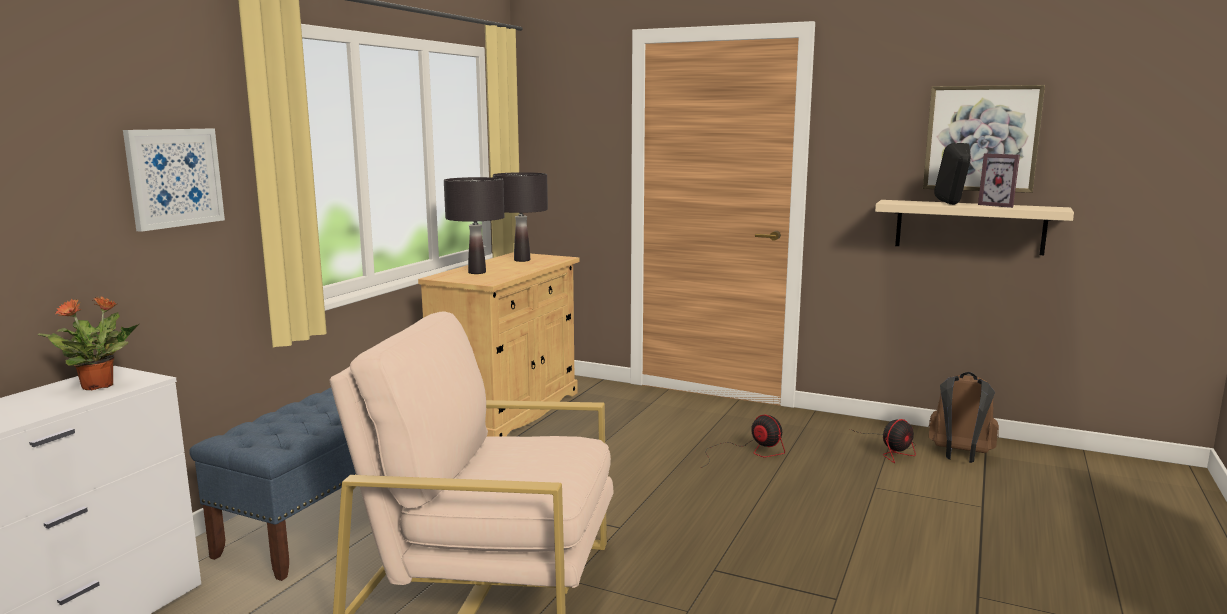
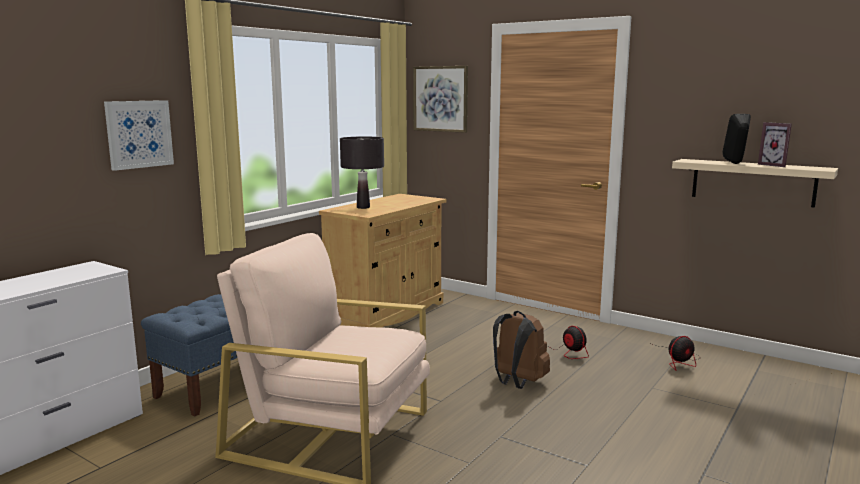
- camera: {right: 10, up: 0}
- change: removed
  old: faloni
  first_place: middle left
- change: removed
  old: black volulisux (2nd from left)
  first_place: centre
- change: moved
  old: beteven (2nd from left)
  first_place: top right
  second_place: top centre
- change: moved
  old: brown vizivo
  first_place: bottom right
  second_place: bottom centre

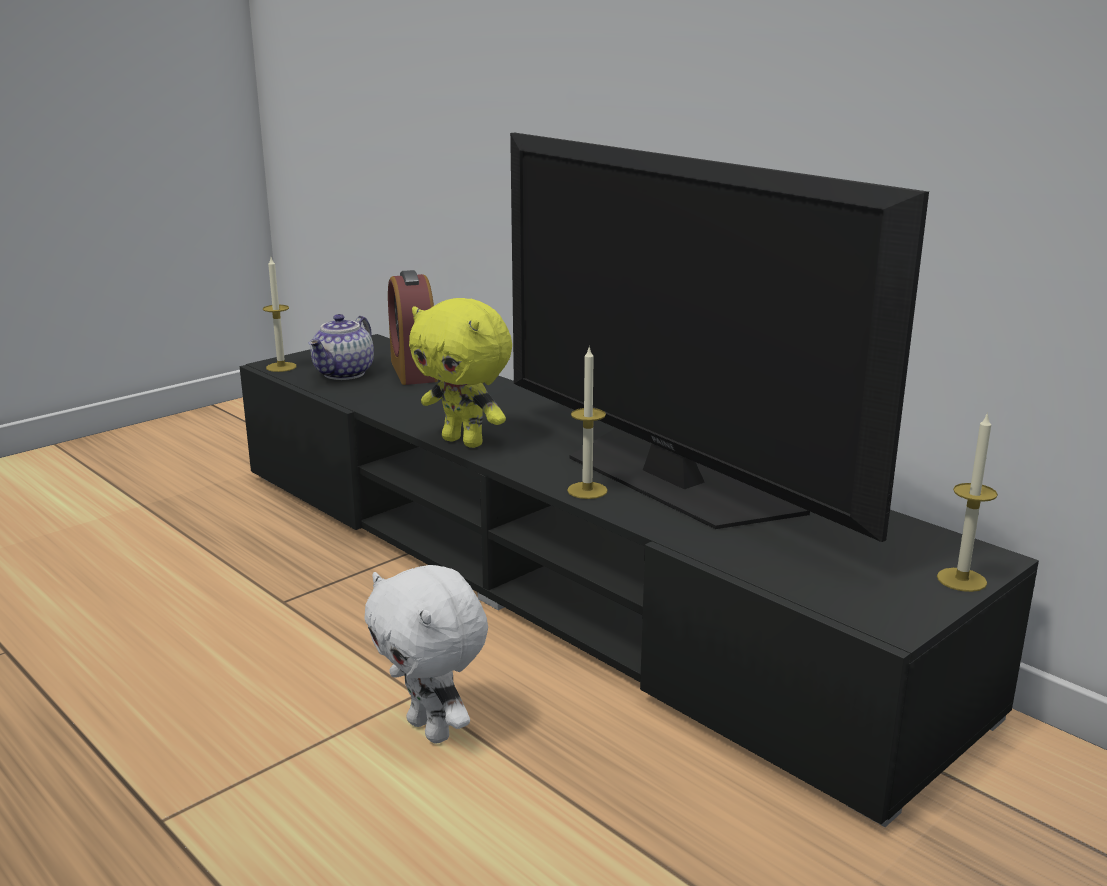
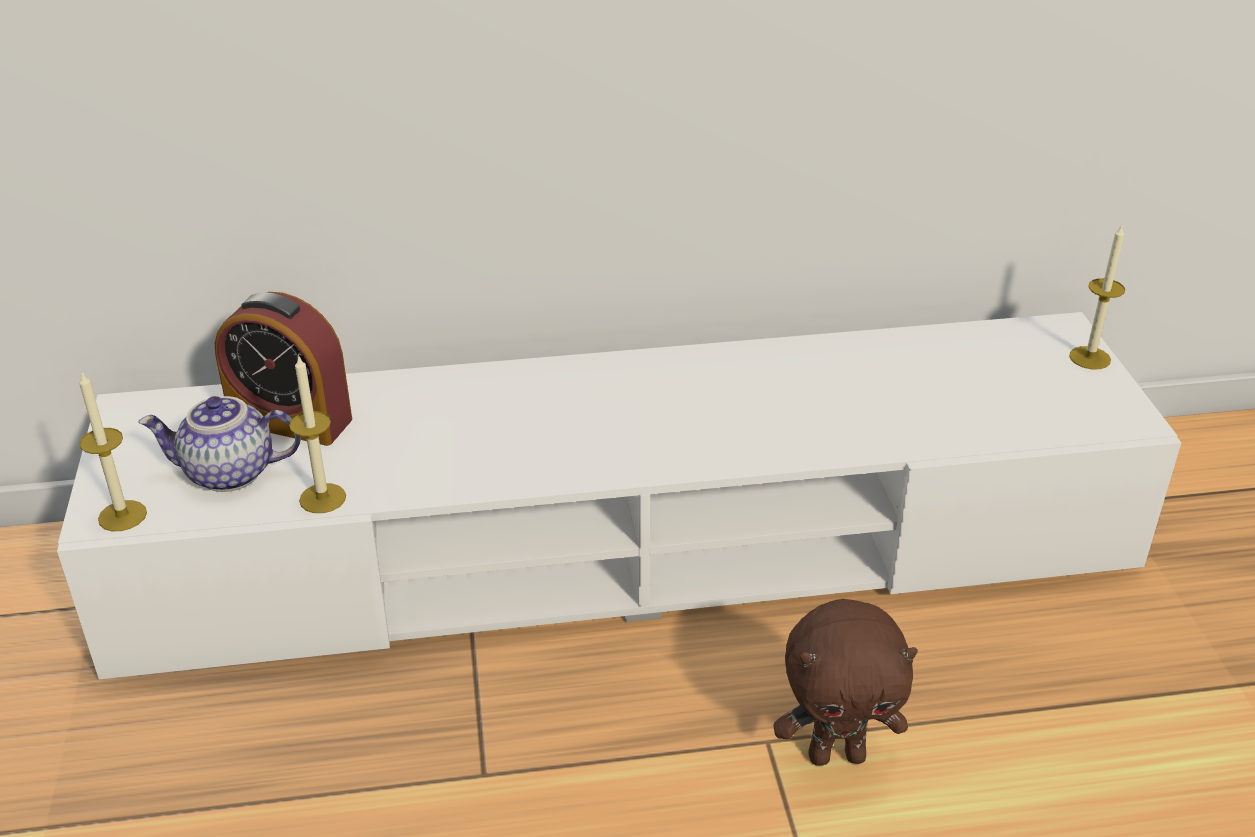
- camera: {right: -55, up: 15}
- change: removed
  old: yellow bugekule
  first_place: centre
- change: removed
  old: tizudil
  first_place: centre
- change: moved
  old: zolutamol (2nd from left)
  first_place: centre
  second_place: middle left
- change: recoloured
  old: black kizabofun
  new: white kizabofun
  first_place: centre
  second_place: centre
- change: recoloured
  old: white bugekule
  new: brown bugekule
  first_place: bottom centre
  second_place: bottom right
- change: turned
  old: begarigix
  first_place: middle left
  second_place: middle left
  degrees: 120

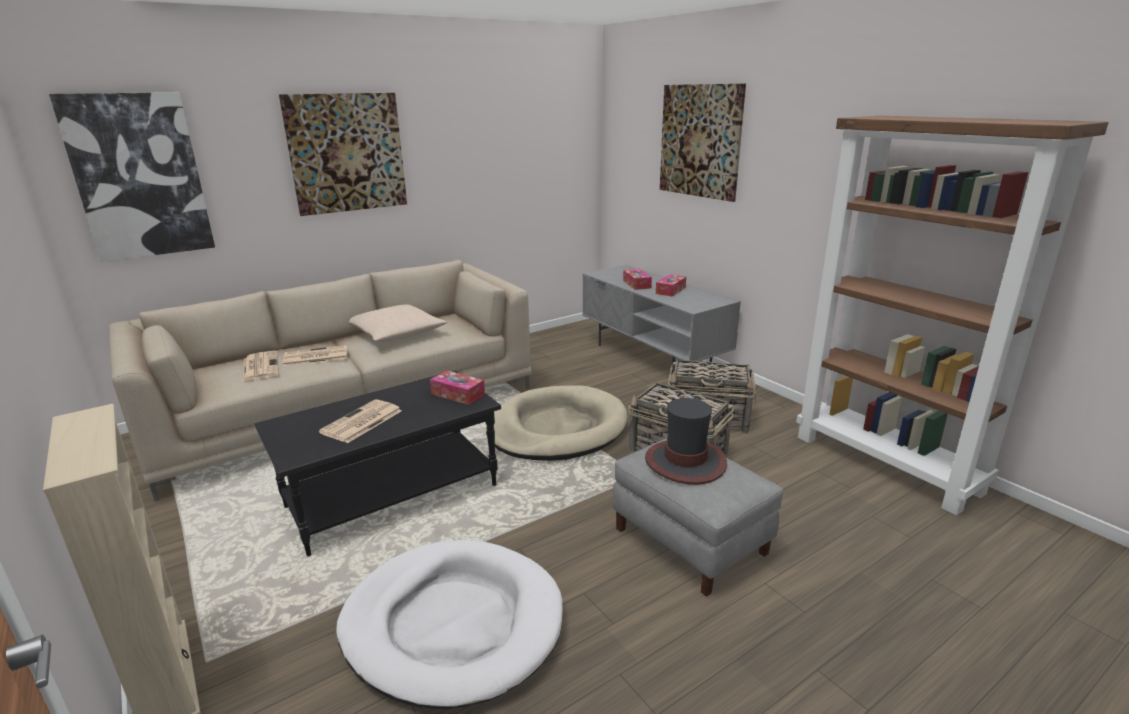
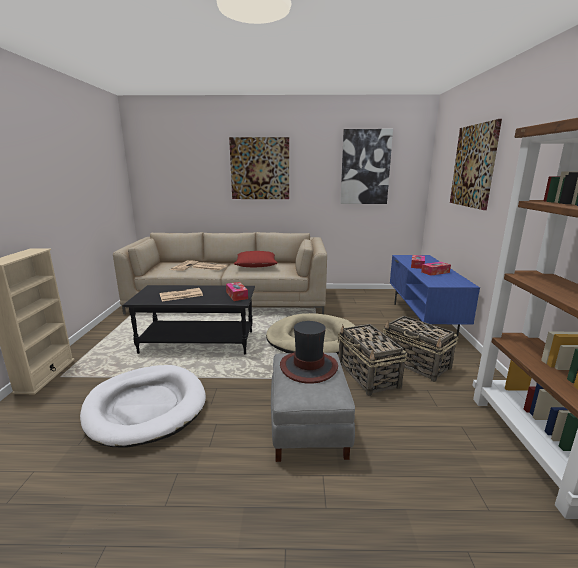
- camera: {right: 35, up: -5}
- change: moved
  old: beteven (1st from left in the first image)
  new: beteven (2nd from left)
  first_place: top left
  second_place: top centre
- change: recoloured
  old: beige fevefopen
  new: red fevefopen
  first_place: centre
  second_place: centre
- change: recoloured
  old: grey kizabofun
  new: blue kizabofun
  first_place: centre
  second_place: middle right

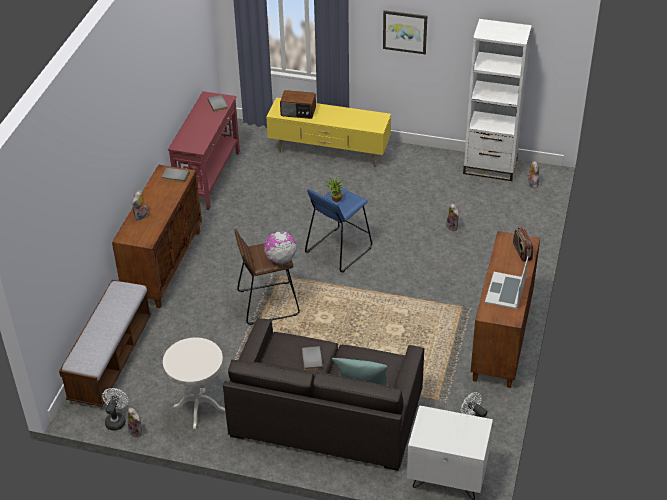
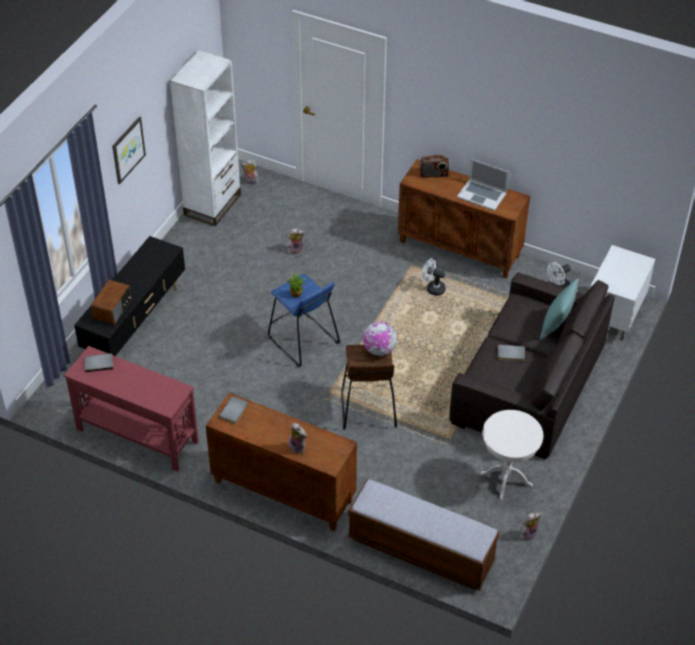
- camera: {right: -80, up: 5}
- change: moved
  old: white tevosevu (1st from left)
  first_place: bottom left
  second_place: centre
- change: recoloured
  old: yellow kizabofun
  new: black kizabofun
  first_place: top centre
  second_place: middle left

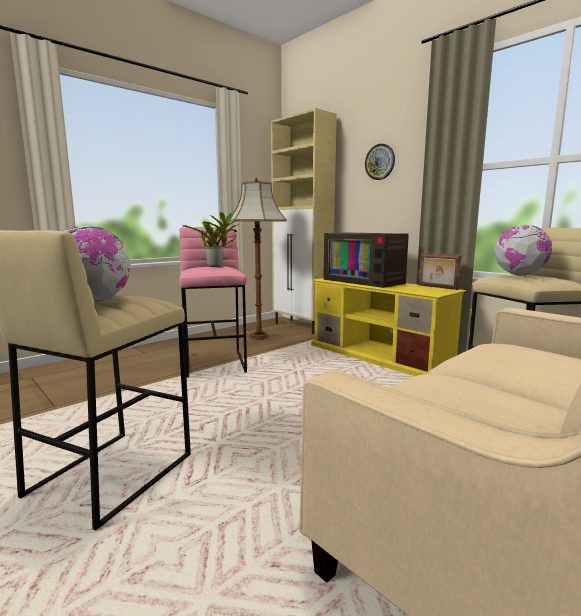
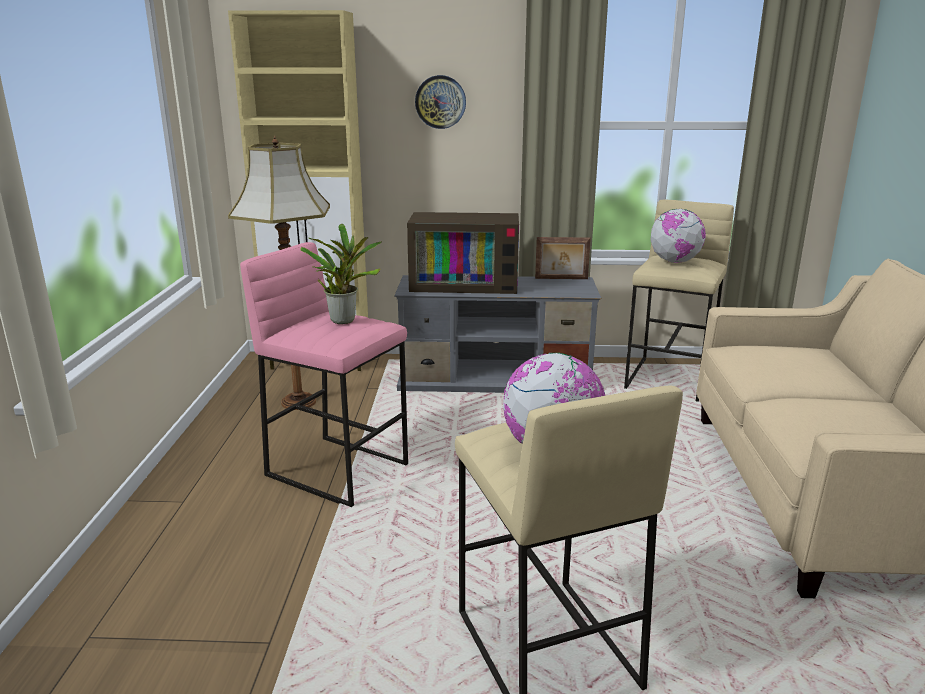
- camera: {right: -45, up: 10}
- change: recoloured
  old: yellow kizabofun
  new: grey kizabofun
  first_place: middle right
  second_place: centre

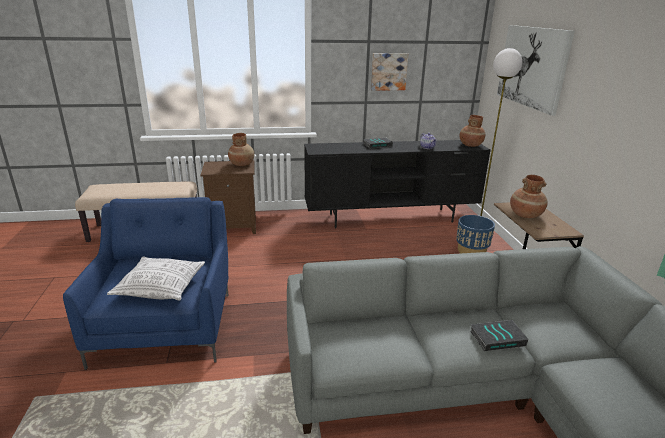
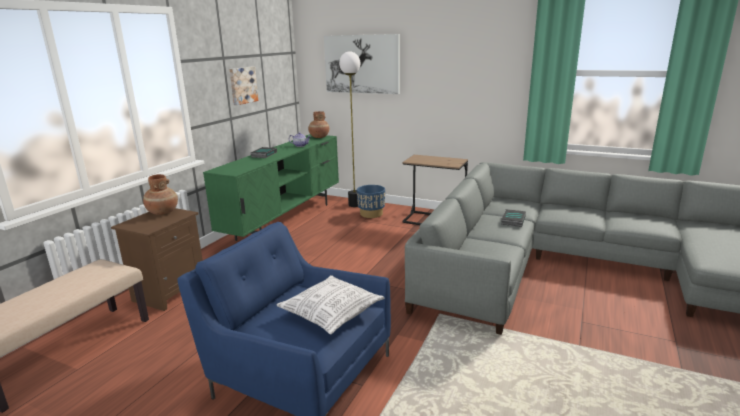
- camera: {right: -55, up: -5}
- change: removed
  old: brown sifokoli (3rd from left)
  first_place: middle right
- change: recoloured
  old: black kizabofun
  new: green kizabofun
  first_place: centre
  second_place: centre

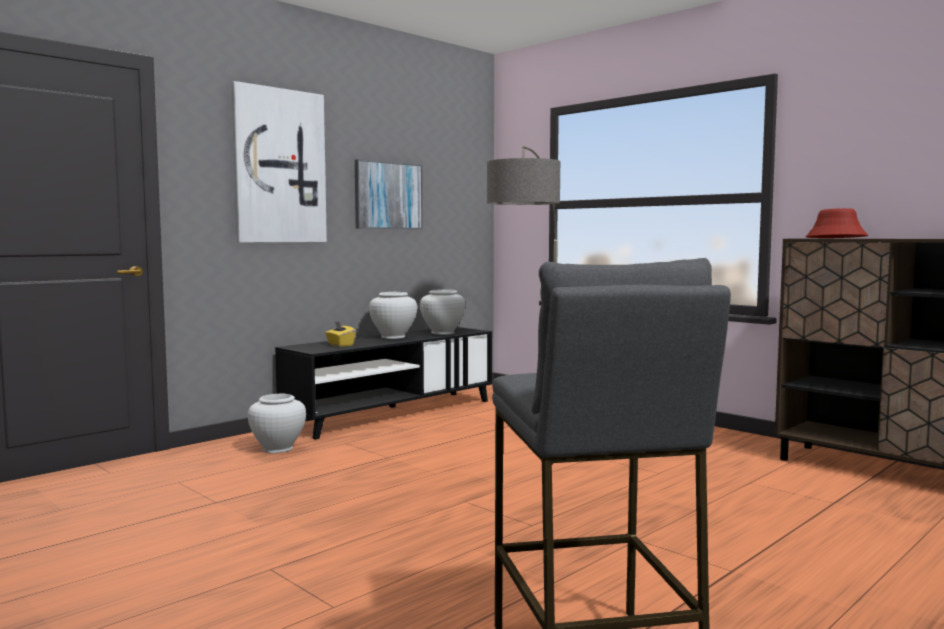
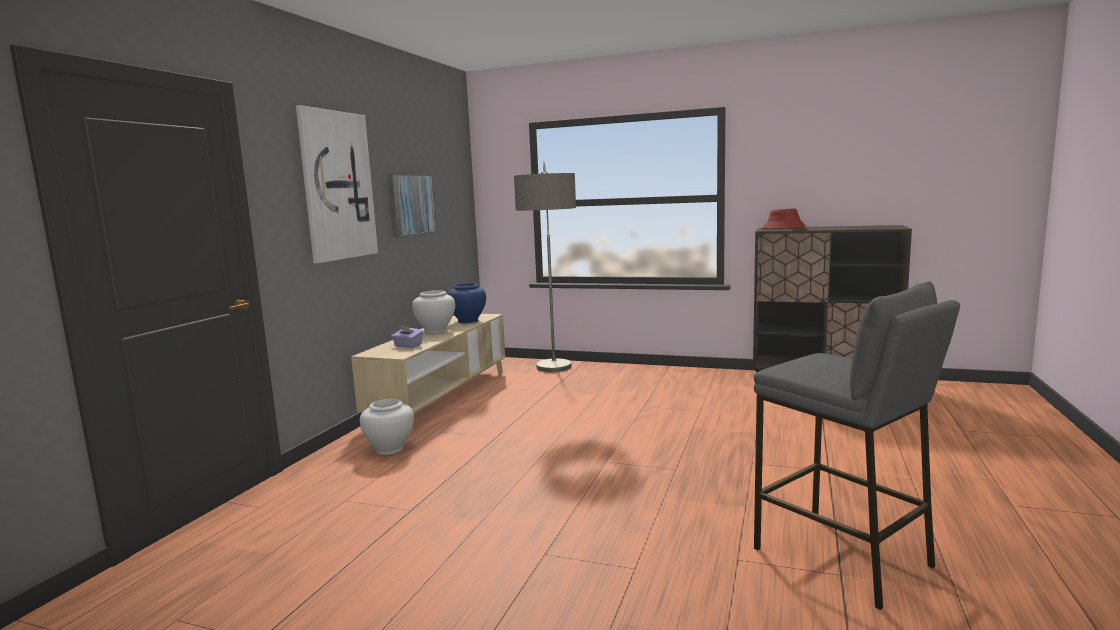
- camera: {right: -25, up: 5}
- change: recoloured
  old: black kizabofun
  new: beige kizabofun
  first_place: centre
  second_place: centre
- change: recoloured
  old: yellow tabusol
  new: purple tabusol
  first_place: centre
  second_place: centre
- change: recoloured
  old: white sifokoli (3rd from left)
  new: blue sifokoli
  first_place: centre
  second_place: centre

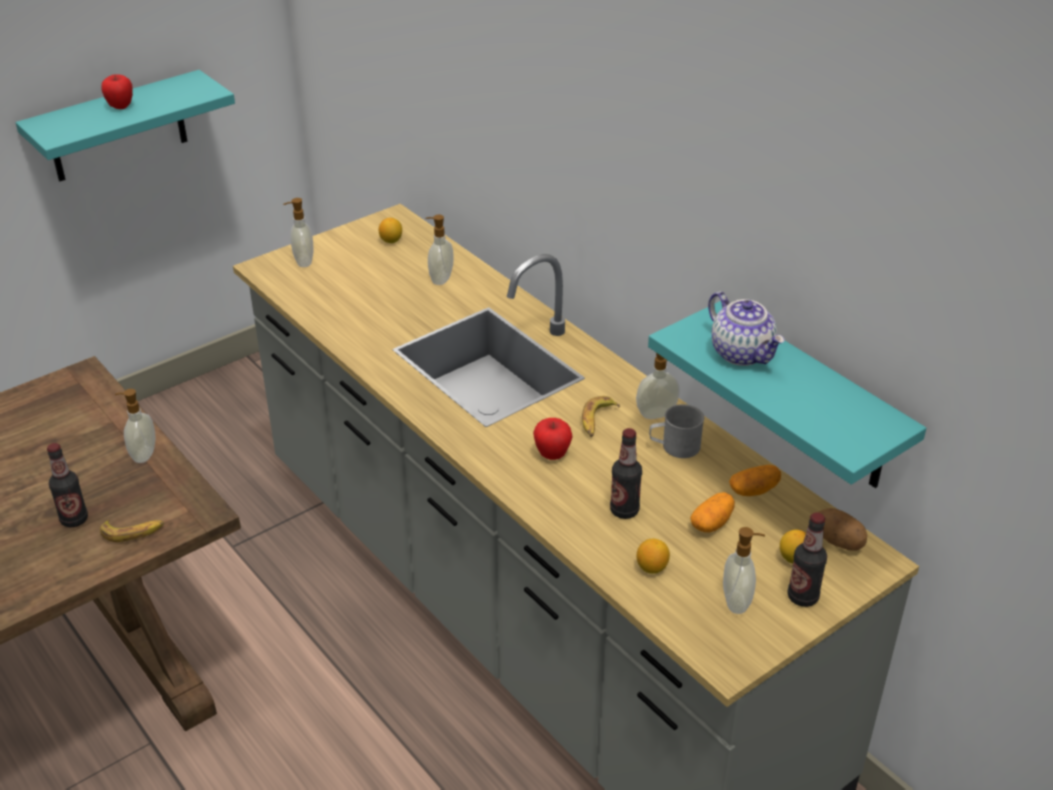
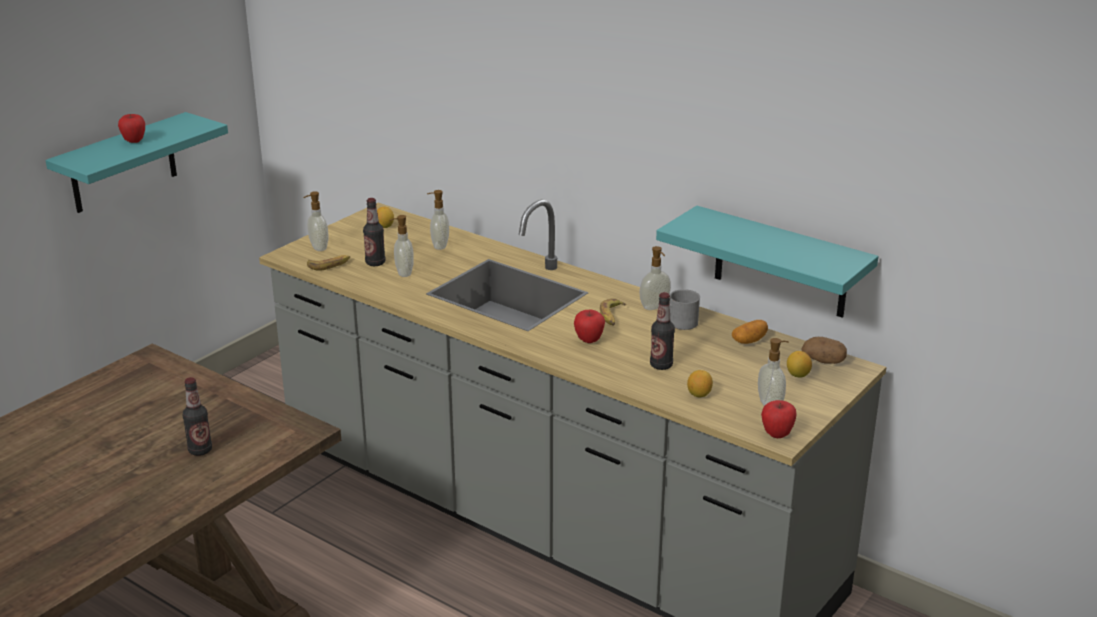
- camera: {right: -15, up: -10}
- change: removed
  old: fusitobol (1st from left)
  first_place: middle right
- change: removed
  old: begarigix
  first_place: middle right
- change: added
  new: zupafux (3rd from left)
  second_place: bottom right
- change: moved
  old: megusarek (1st from left)
  first_place: bottom left
  second_place: middle left
- change: moved
  old: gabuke (1st from left in the first image)
  new: gabuke (2nd from left)
  first_place: middle left
  second_place: centre
- change: moved
  old: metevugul (3rd from left in the first image)
  new: metevugul (2nd from left)
  first_place: bottom right
  second_place: centre

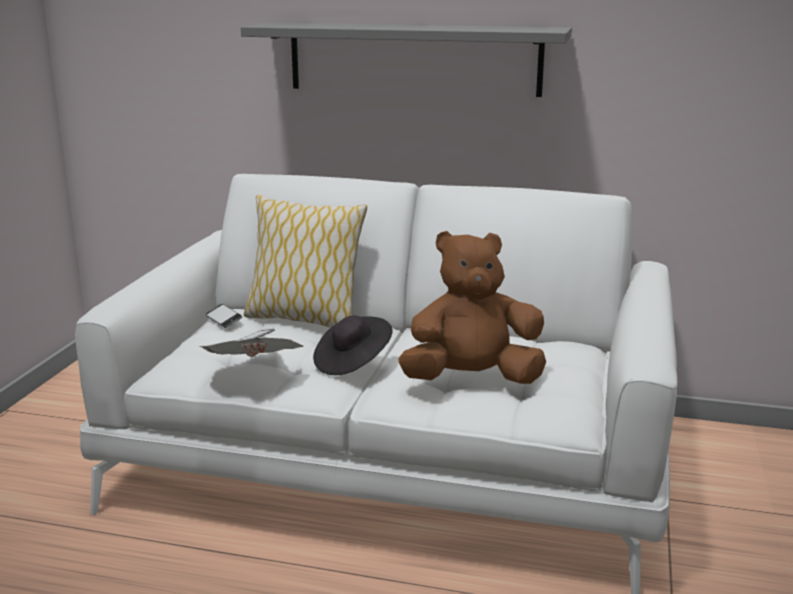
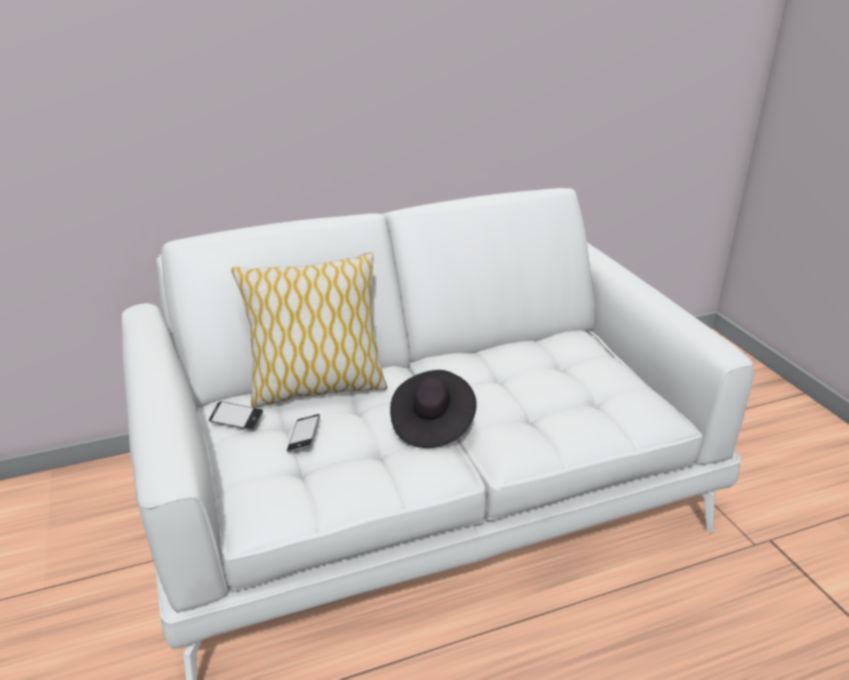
- camera: {right: -35, up: 10}
- change: removed
  old: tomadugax
  first_place: middle left
- change: removed
  old: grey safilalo
  first_place: top centre
- change: removed
  old: brown bugekule
  first_place: centre

